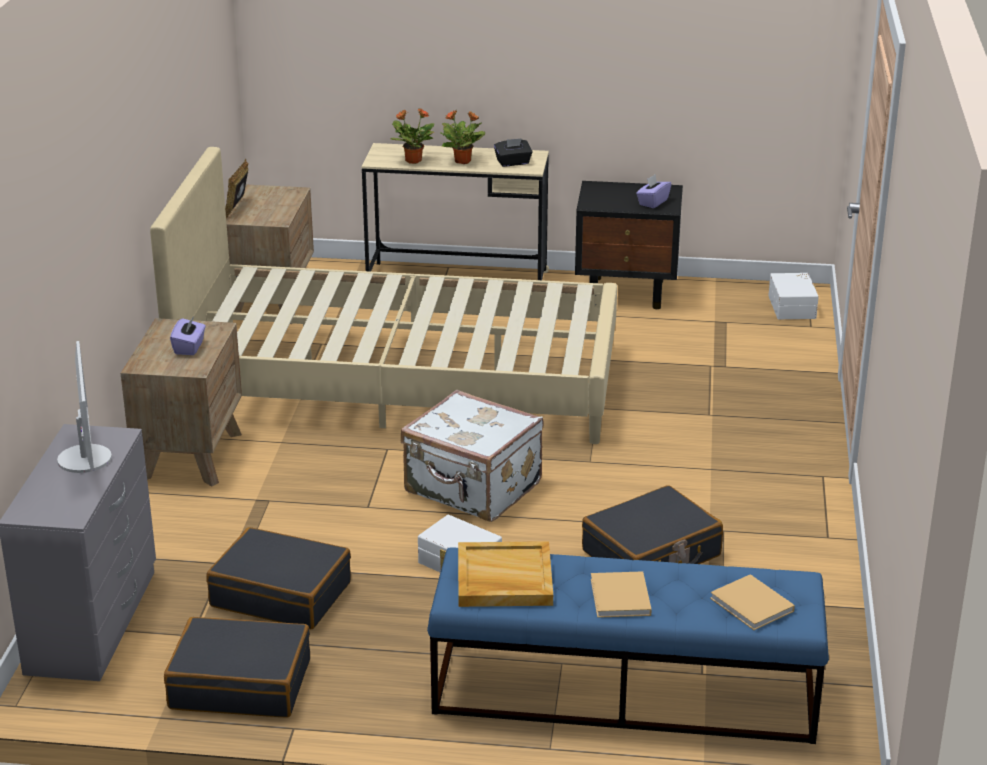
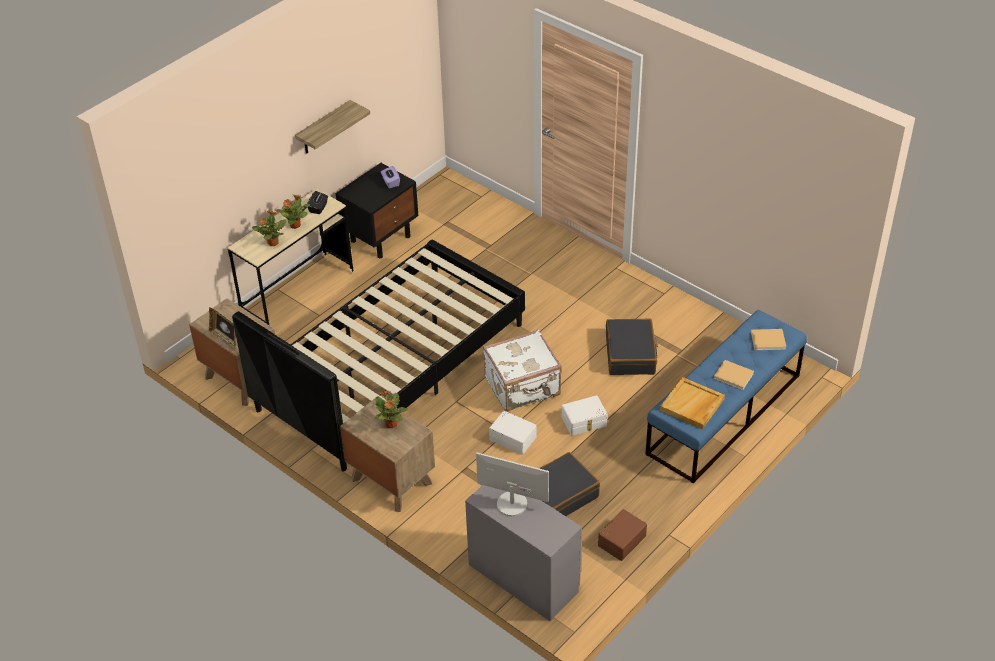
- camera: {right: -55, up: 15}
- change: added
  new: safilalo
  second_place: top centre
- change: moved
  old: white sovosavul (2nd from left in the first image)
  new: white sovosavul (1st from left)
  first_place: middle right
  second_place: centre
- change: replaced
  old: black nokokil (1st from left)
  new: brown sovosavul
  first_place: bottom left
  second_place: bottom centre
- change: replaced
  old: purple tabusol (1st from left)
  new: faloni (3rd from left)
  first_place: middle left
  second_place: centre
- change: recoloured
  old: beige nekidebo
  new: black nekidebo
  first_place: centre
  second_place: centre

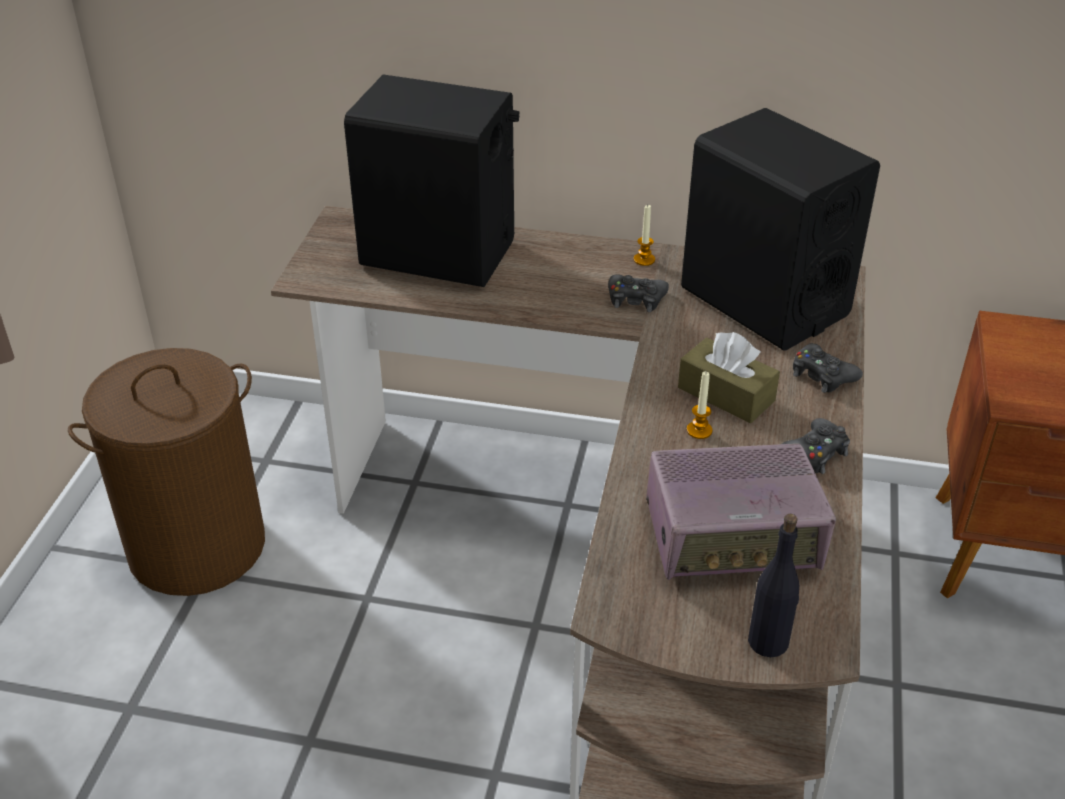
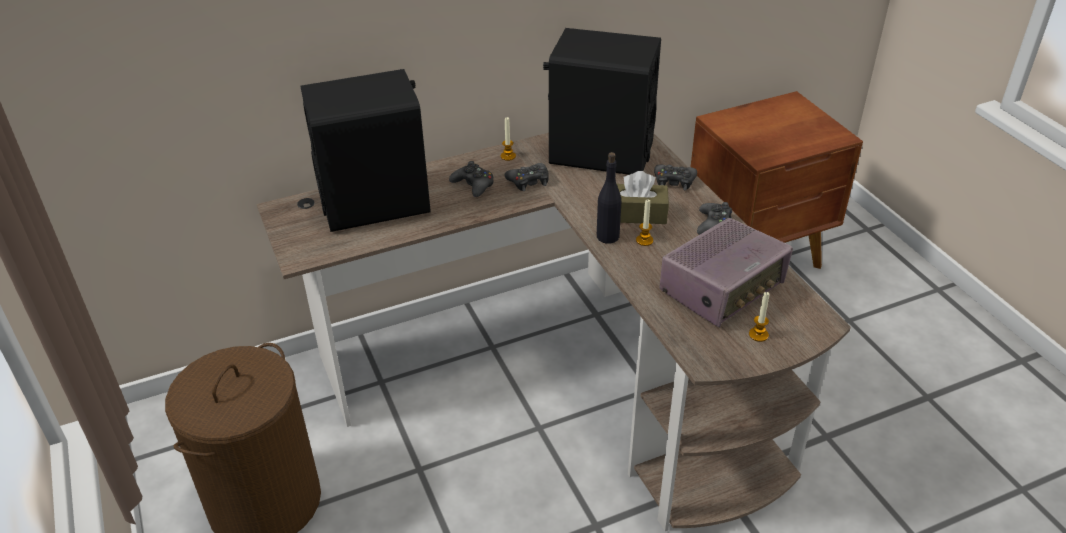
- camera: {right: -35, up: 0}
- change: added
  new: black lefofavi (1st from left)
  second_place: centre
- change: added
  new: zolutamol (3rd from left)
  second_place: middle right
- change: moved
  old: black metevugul
  first_place: bottom right
  second_place: centre

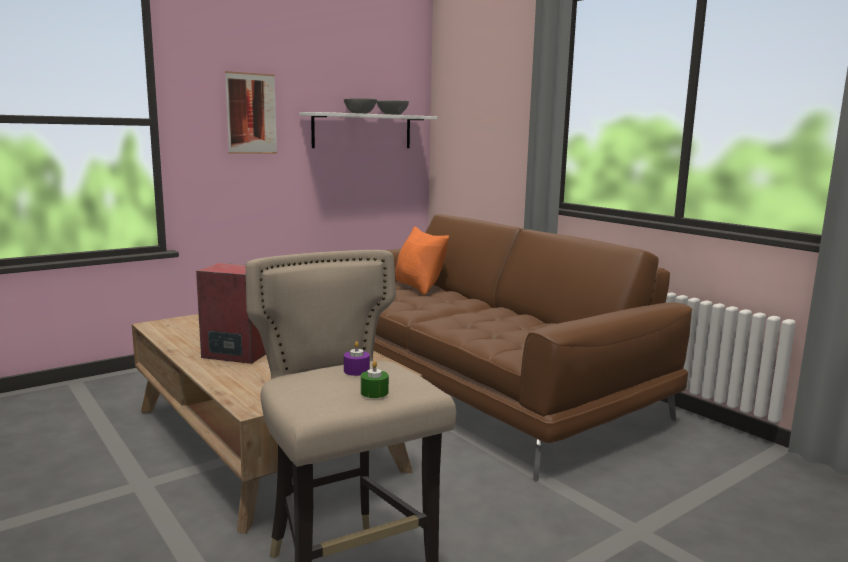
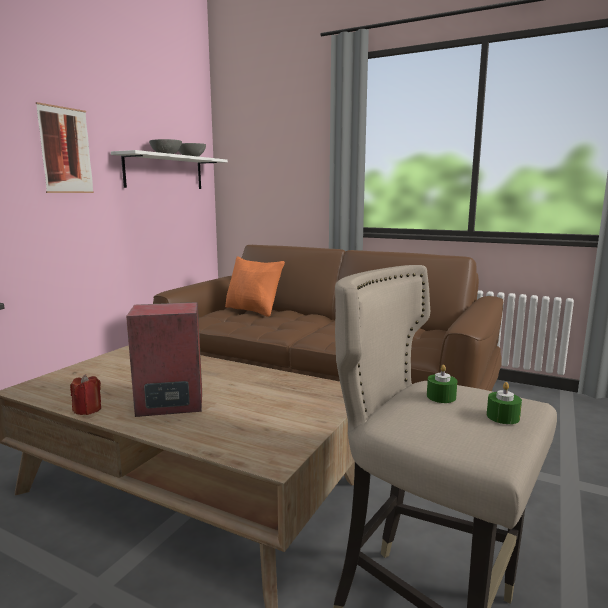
- camera: {right: -25, up: 0}
- change: added
  new: red zolutamol
  second_place: middle left
- change: recoloured
  old: purple zolutamol
  new: green zolutamol (1st from left)
  first_place: centre
  second_place: middle right

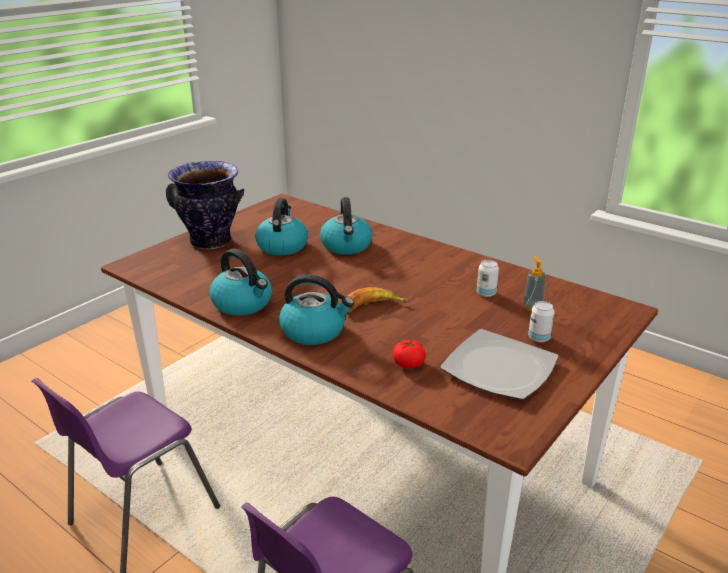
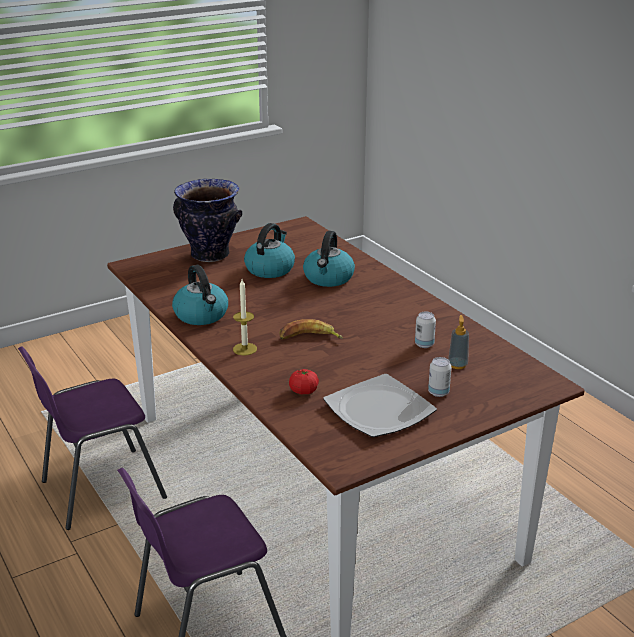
- camera: {right: 20, up: 0}
- change: replaced
  old: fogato (3rd from left)
  new: zolutamol
  first_place: centre
  second_place: centre

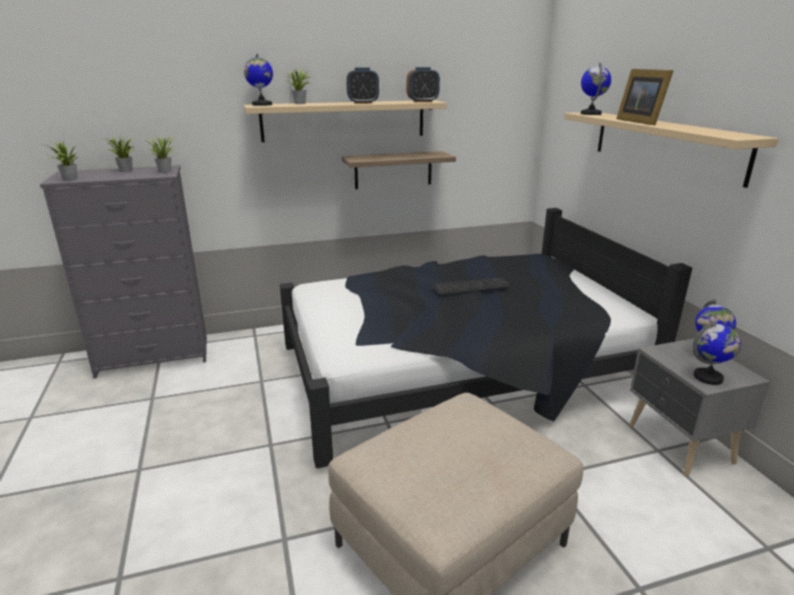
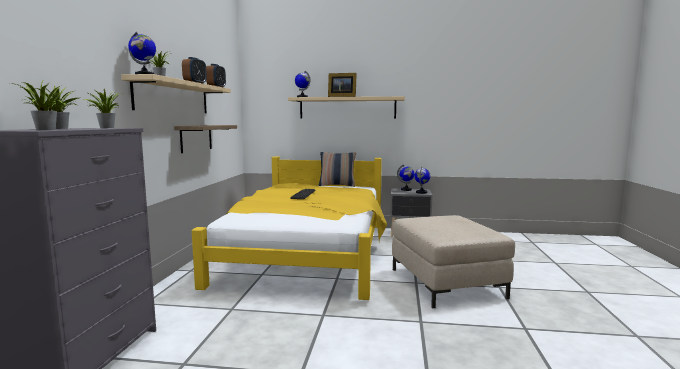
- camera: {right: -65, up: -15}
- change: added
  new: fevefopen
  second_place: centre
- change: recoloured
  old: black nekidebo
  new: yellow nekidebo
  first_place: centre
  second_place: centre

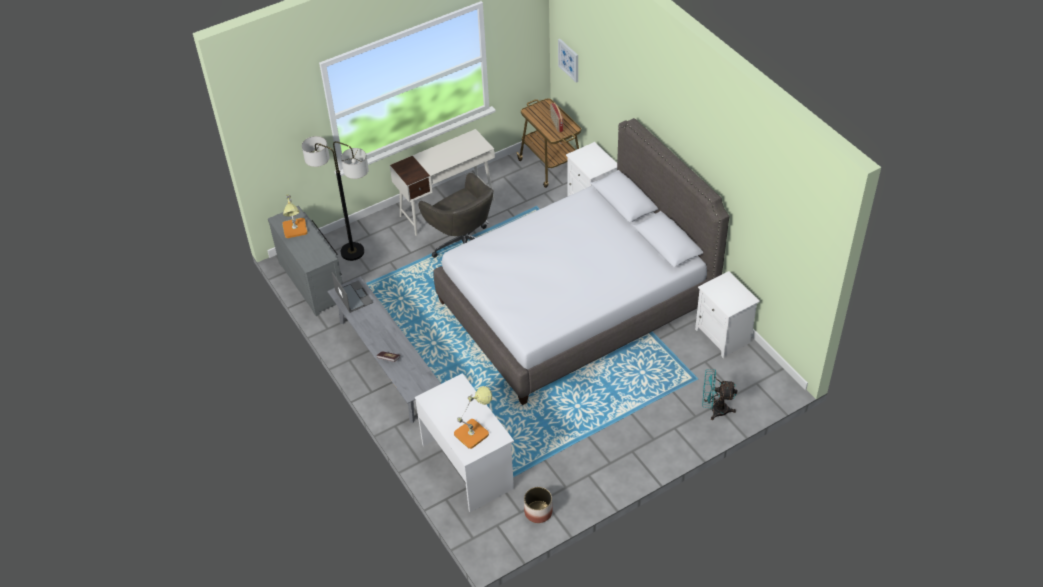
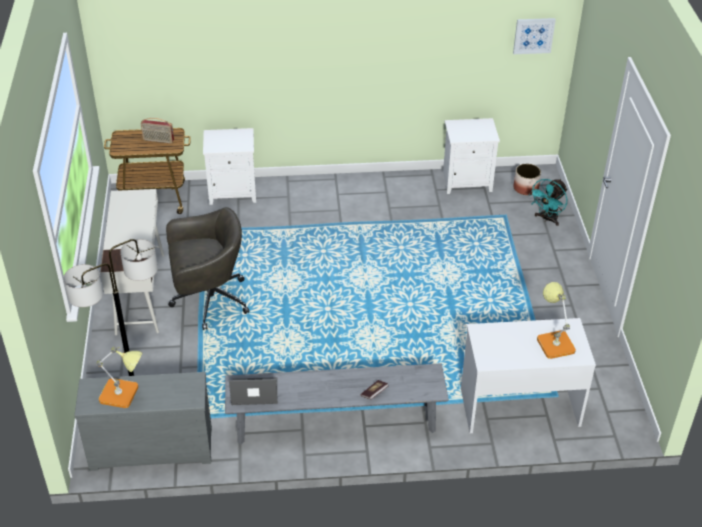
- camera: {right: -65, up: -5}
- change: removed
  old: grey nekidebo
  first_place: centre
- change: moved
  old: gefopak
  first_place: bottom centre
  second_place: middle right
- change: moved
  old: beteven
  first_place: top centre
  second_place: top right

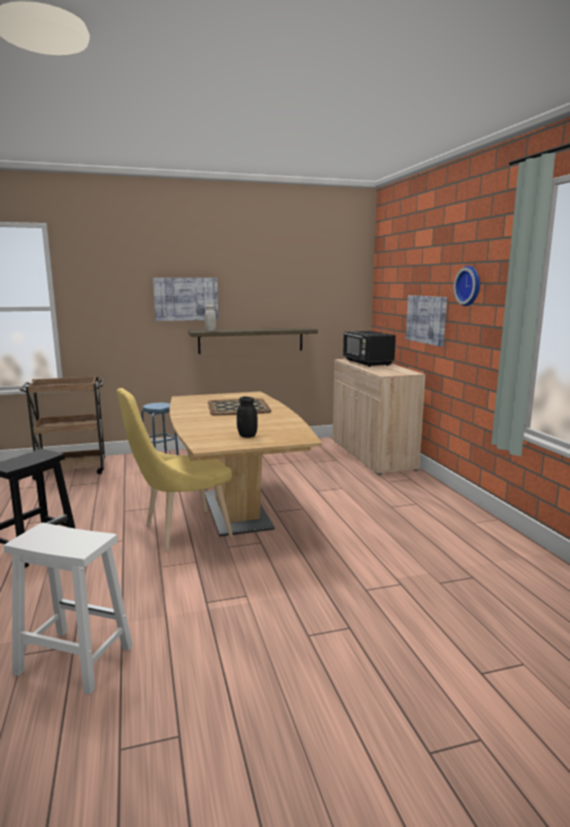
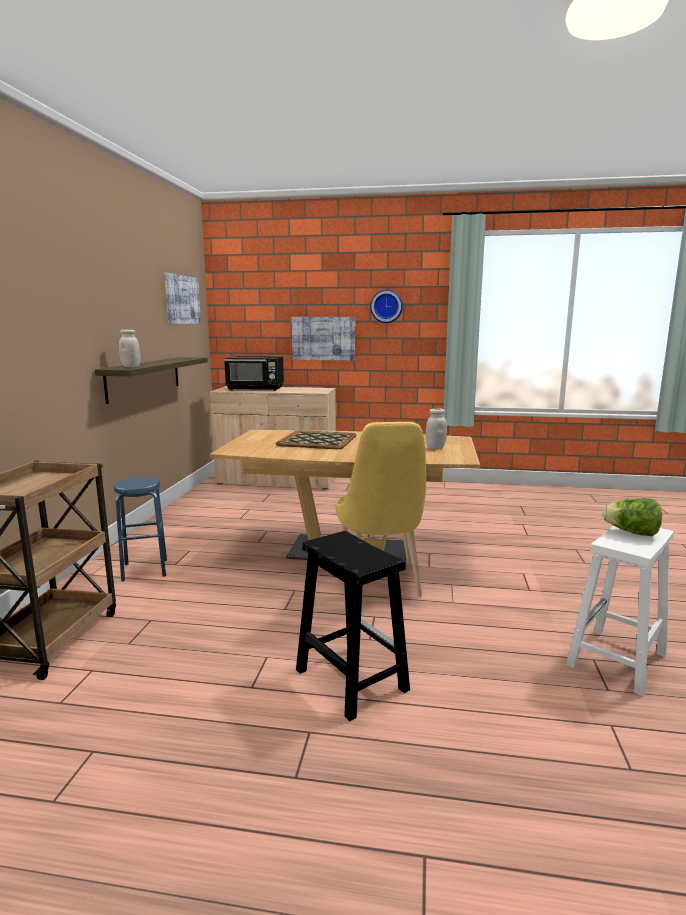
- camera: {right: -65, up: 0}
- change: added
  new: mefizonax
  second_place: middle right
- change: moved
  old: beteven (1st from left)
  first_place: middle left
  second_place: top left
- change: recoloured
  old: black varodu
  new: white varodu (2nd from left)
  first_place: centre
  second_place: centre

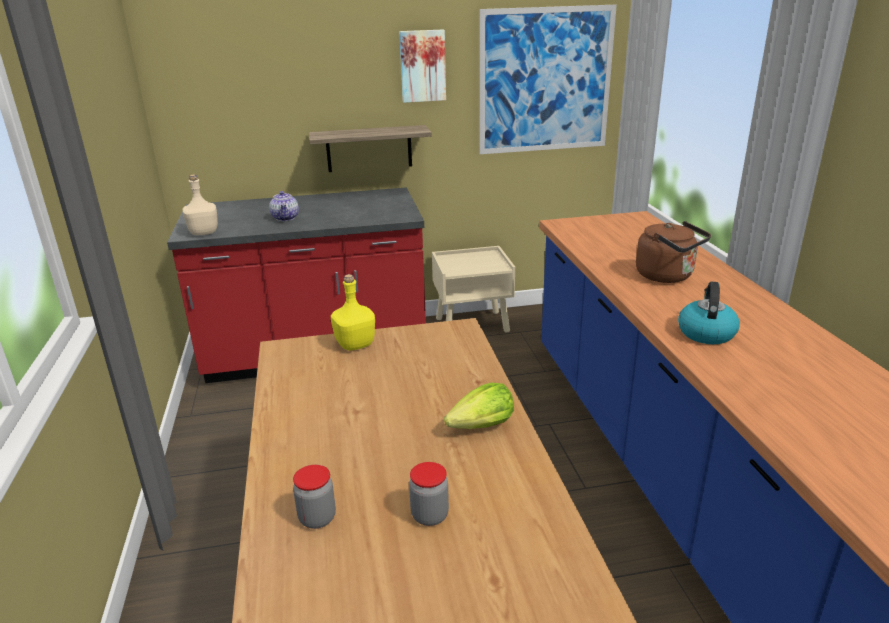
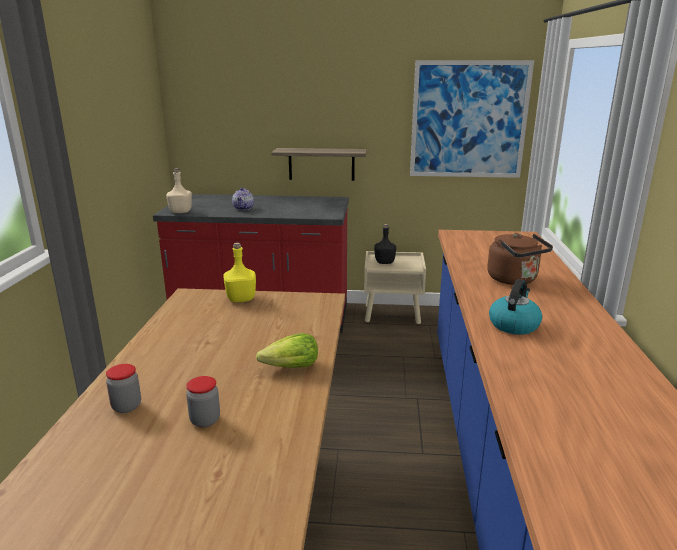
- camera: {right: 15, up: -5}
- change: removed
  old: beteven (1st from left)
  first_place: top centre
- change: added
  new: black metevugul
  second_place: centre

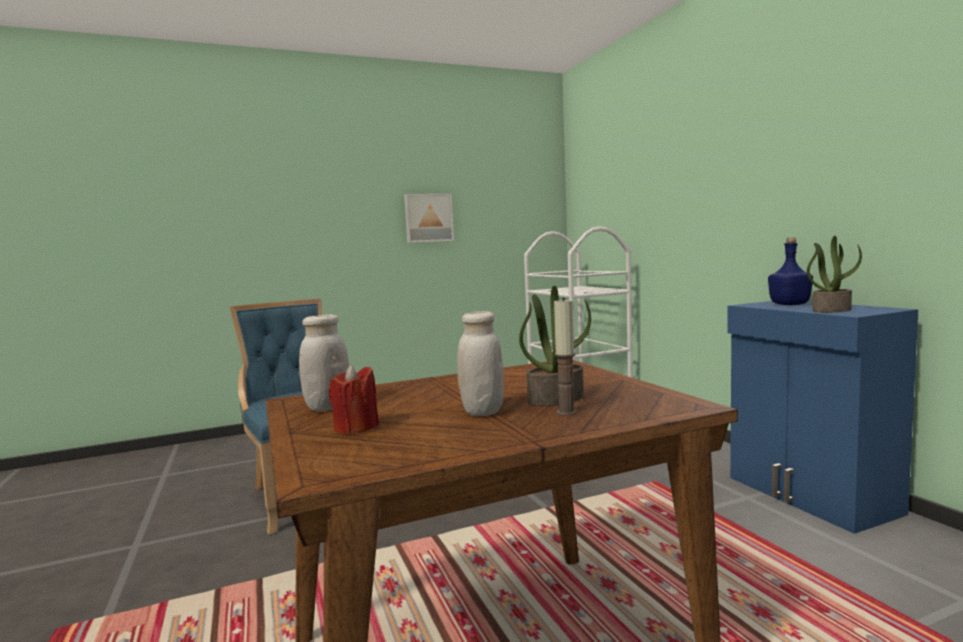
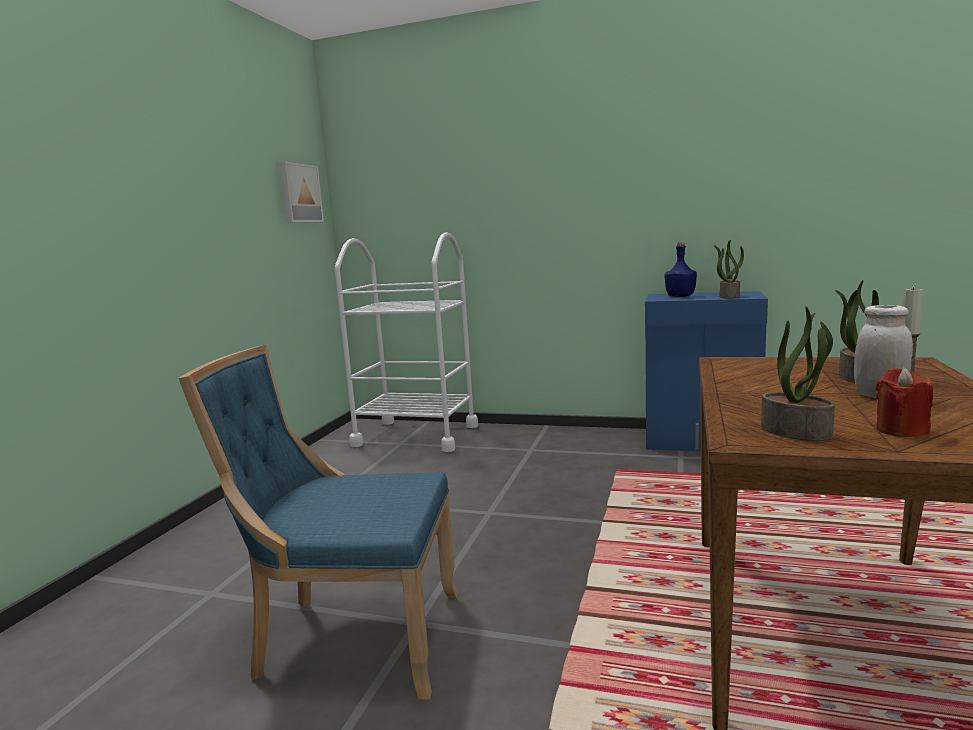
- camera: {right: -50, up: 5}
- change: moved
  old: beteven
  first_place: centre
  second_place: top left
- change: replaced
  old: white varodu (1st from left)
  new: faloni (2nd from left)
  first_place: centre
  second_place: middle right

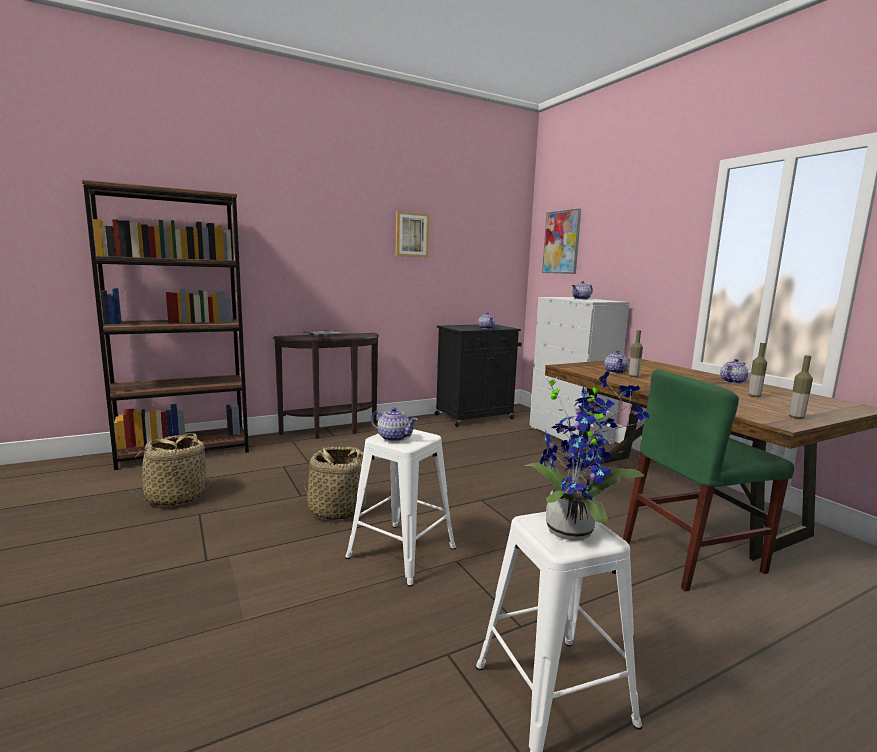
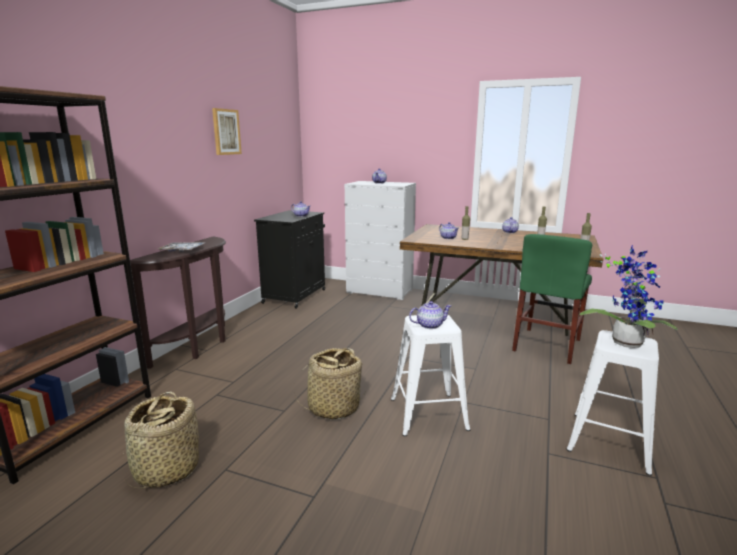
- camera: {right: -40, up: 5}
- change: removed
  old: beteven (2nd from left)
  first_place: top centre

